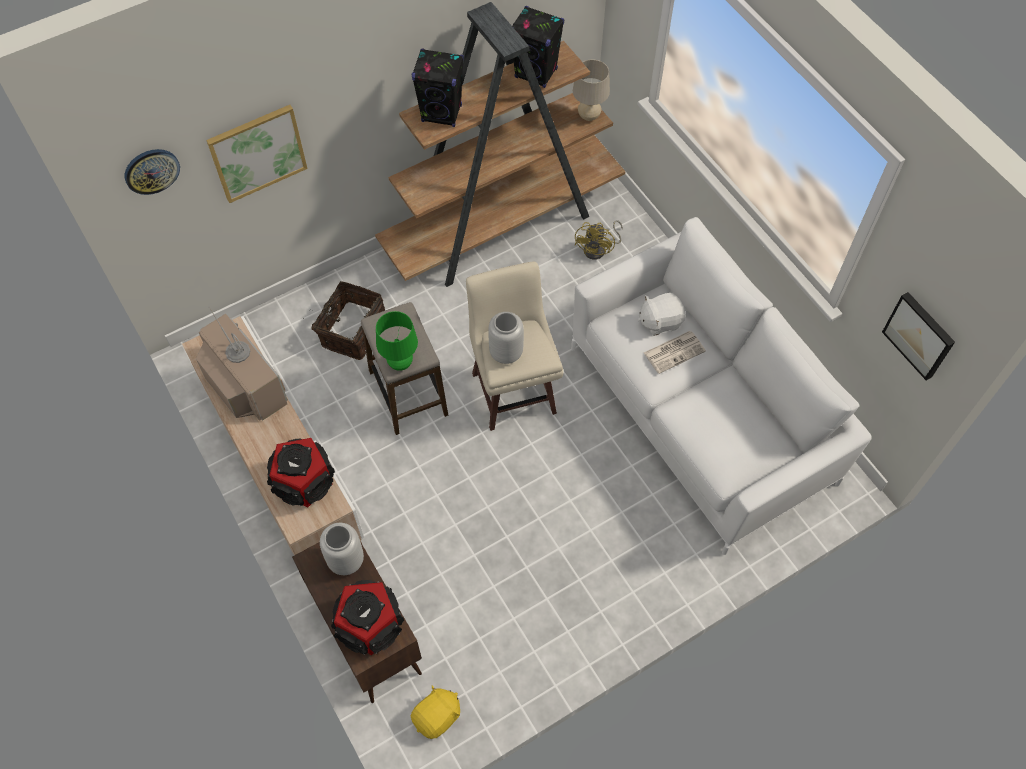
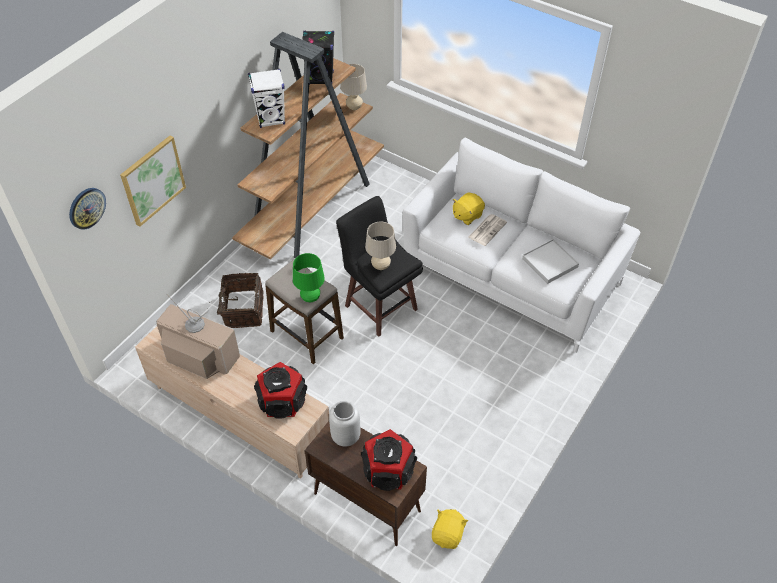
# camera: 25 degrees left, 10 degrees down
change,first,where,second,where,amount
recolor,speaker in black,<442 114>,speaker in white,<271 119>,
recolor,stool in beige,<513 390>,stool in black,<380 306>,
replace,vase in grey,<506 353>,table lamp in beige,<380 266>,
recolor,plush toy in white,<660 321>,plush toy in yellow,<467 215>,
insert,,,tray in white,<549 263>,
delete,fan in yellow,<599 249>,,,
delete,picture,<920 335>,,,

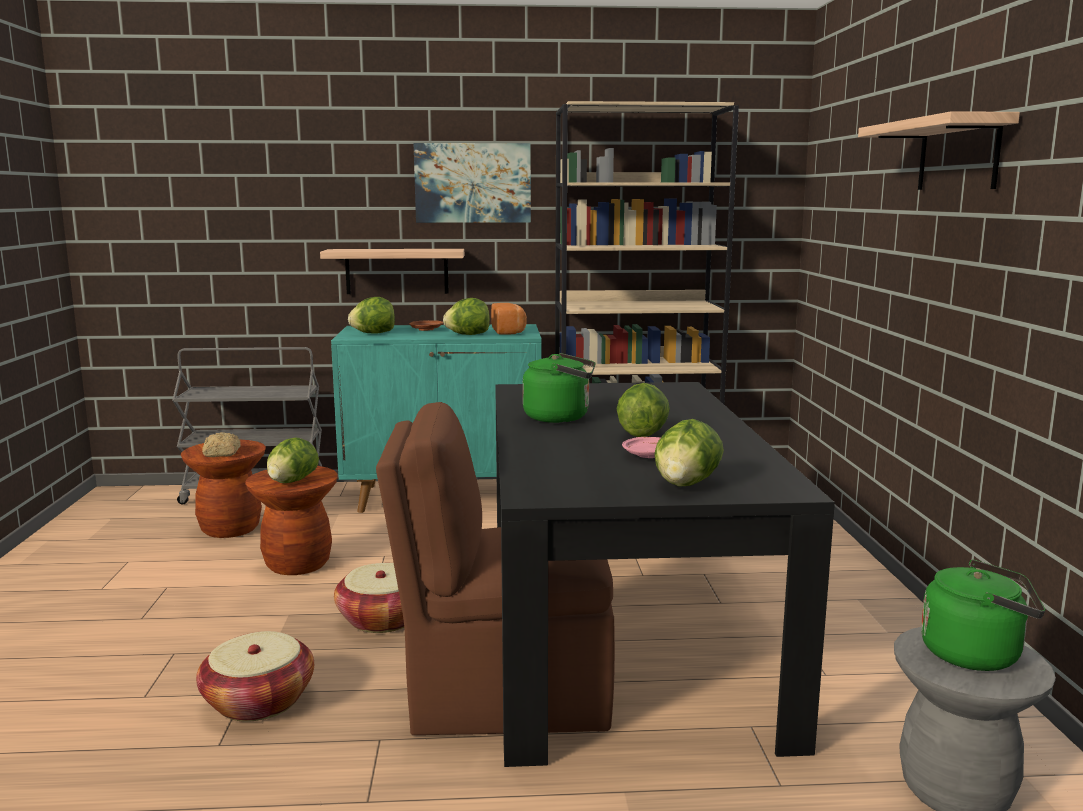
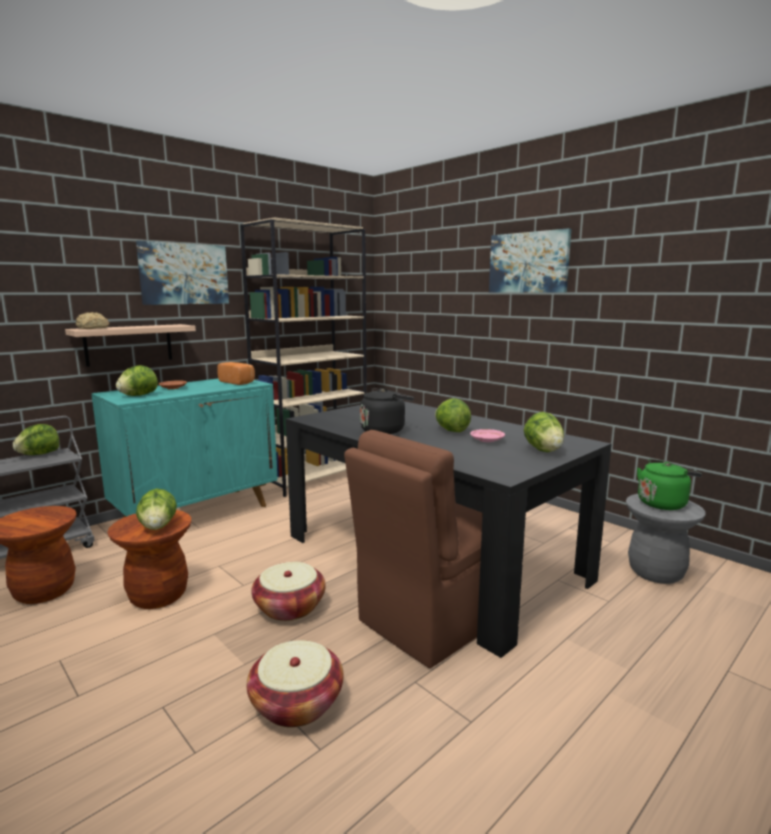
# camera: 40 degrees left, 0 degrees up
change,first,where,second,where,amount
move,lettuce,<468 334>,,<39 454>,
move,bread,<221 453>,,<92 328>,
recolor,kettle in green,<561 417>,kettle in black,<385 430>,
replace,shelf,<958 155>,picture,<528 262>,

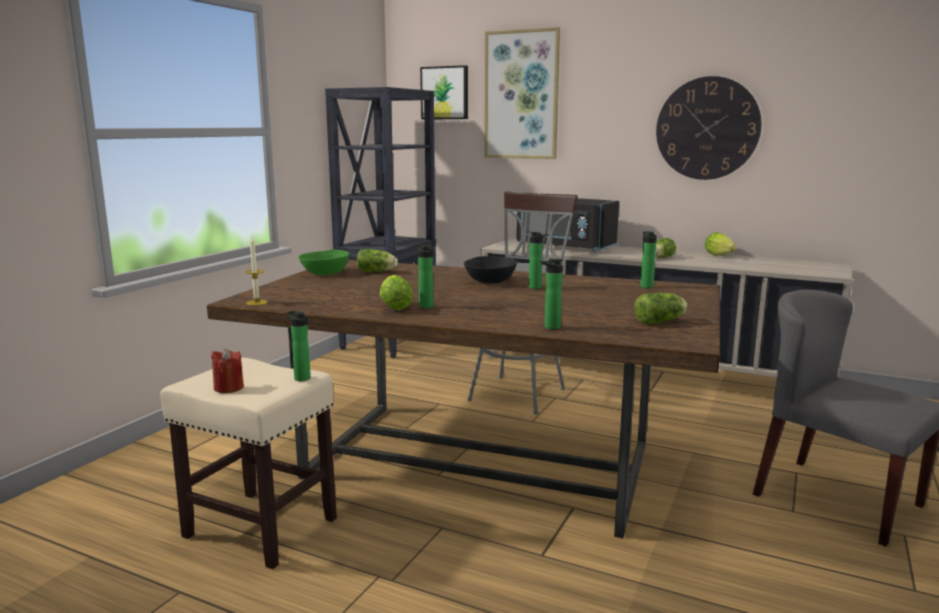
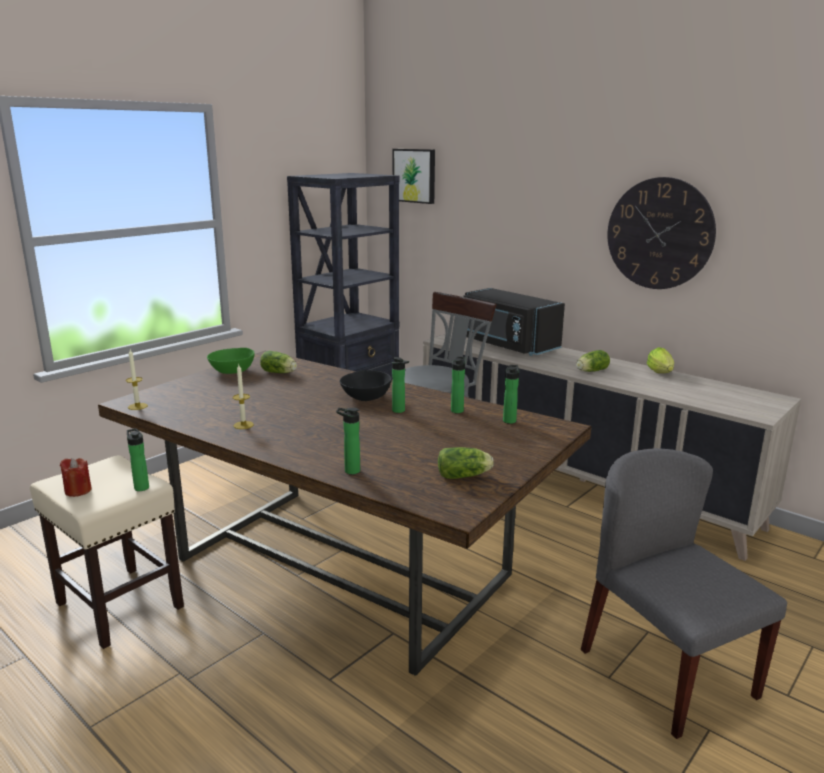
# camera: 15 degrees right, 5 degrees up
change,first,where,second,where,amount
replace,lettuce,<394 307>,candle,<243 425>,
move,bottle,<426 306>,,<457 410>,
delete,picture,<521 95>,,,

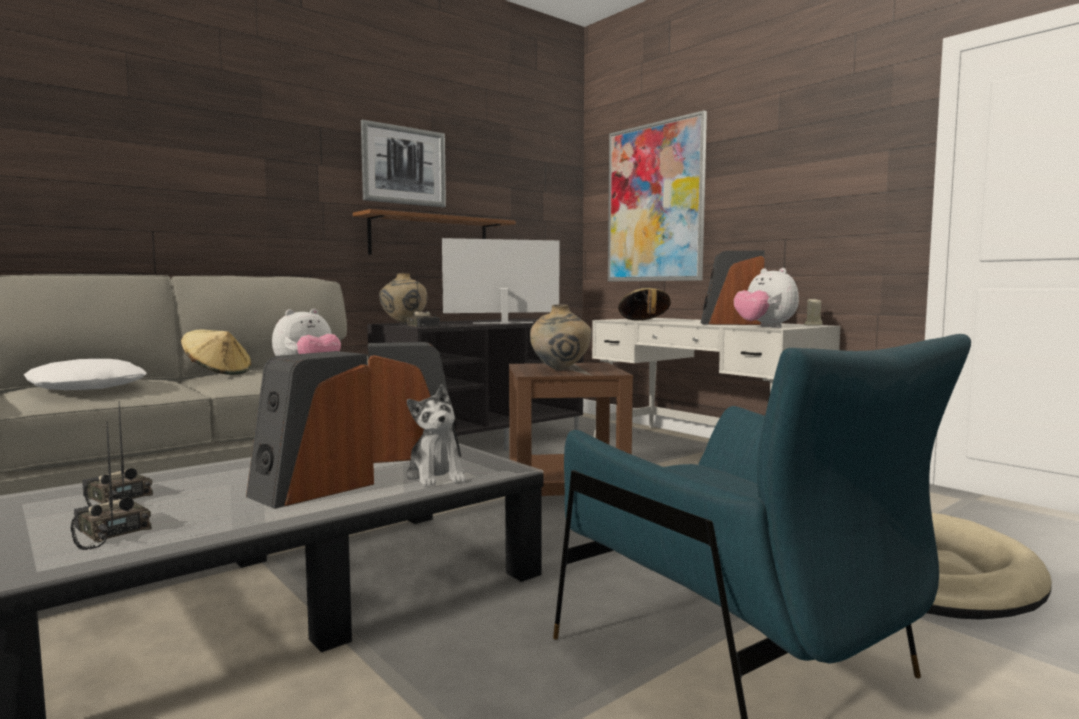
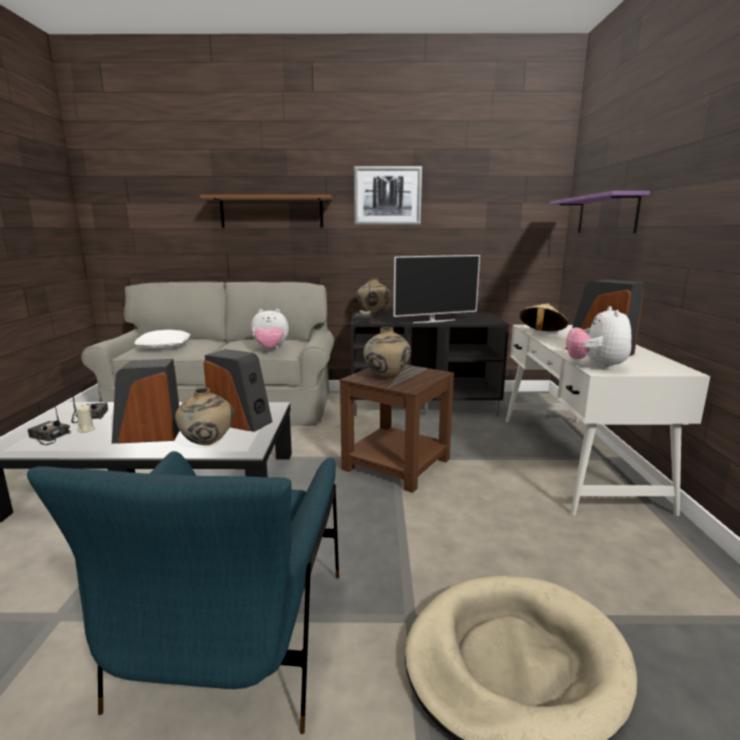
# camera: 40 degrees right, 10 degrees up
change,first,where,second,where,amount
rotate,radio,<107 532>,,<48 437>,60 degrees counterclockwise
move,candle in beige,<813 325>,,<86 429>,
replace,plush toy,<436 476>,vase in beige,<208 444>,
move,shelf in brown,<430 237>,,<271 211>,
rotate,television,<503 323>,,<434 321>,135 degrees clockwise
replace,picture,<654 203>,shelf in purple,<606 215>,
delete,hat in beige,<218 373>,,,

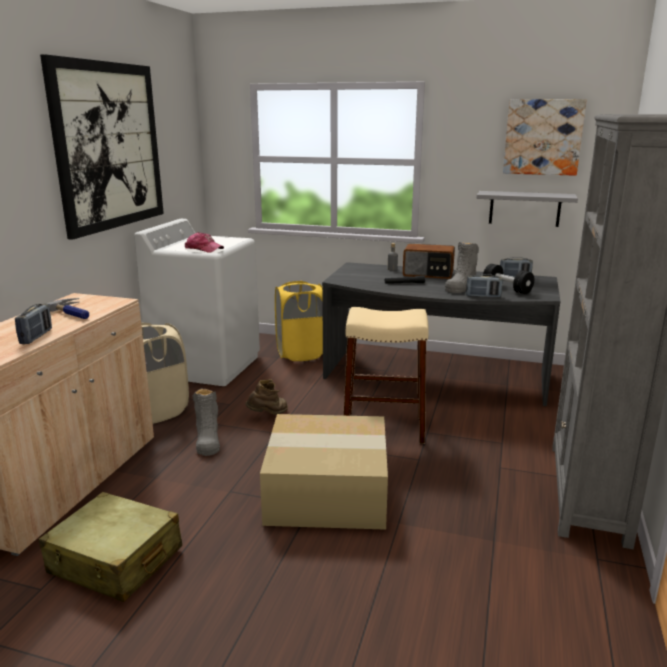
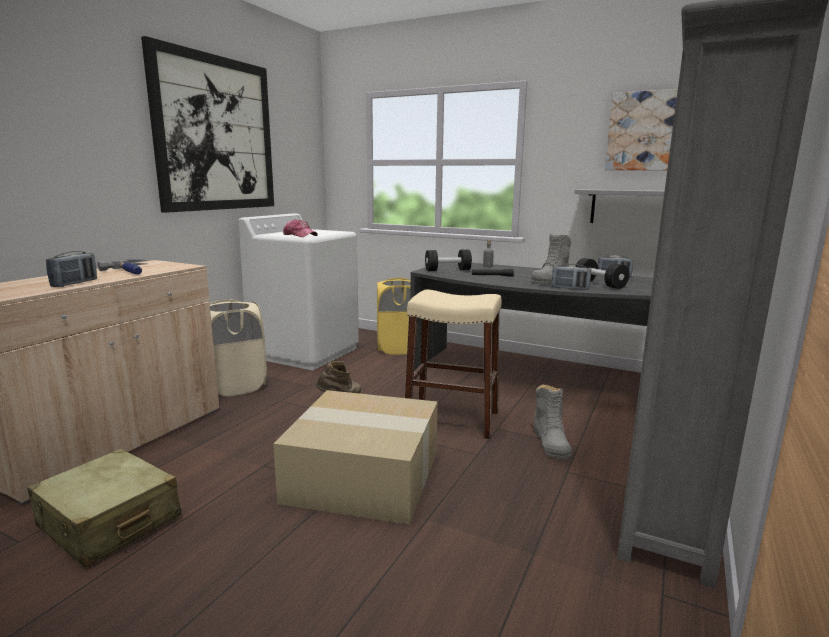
# camera: 10 degrees right, 5 degrees down
change,first,where,second,where,amount
insert,,,dumbbell in black,<447 270>,
move,boot in grey,<207 440>,,<550 442>,
delete,radio,<428 274>,,,

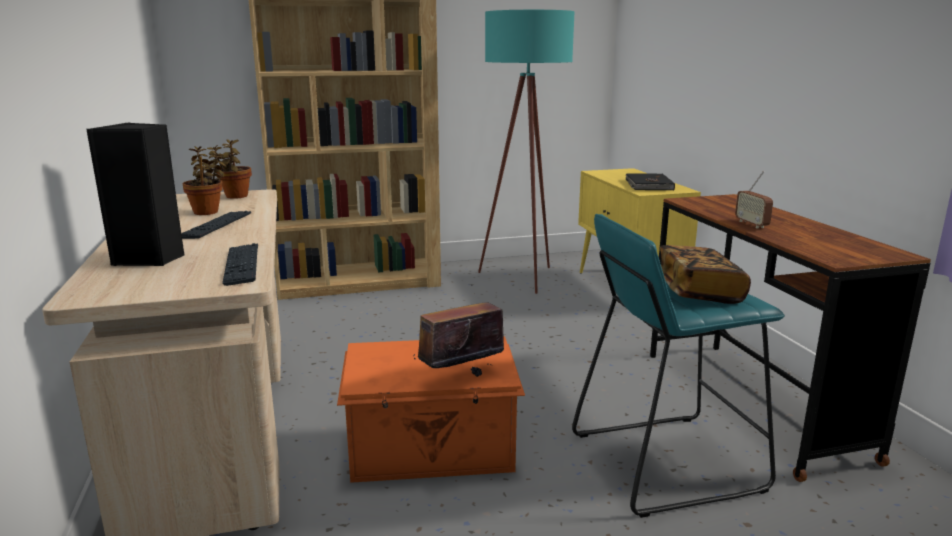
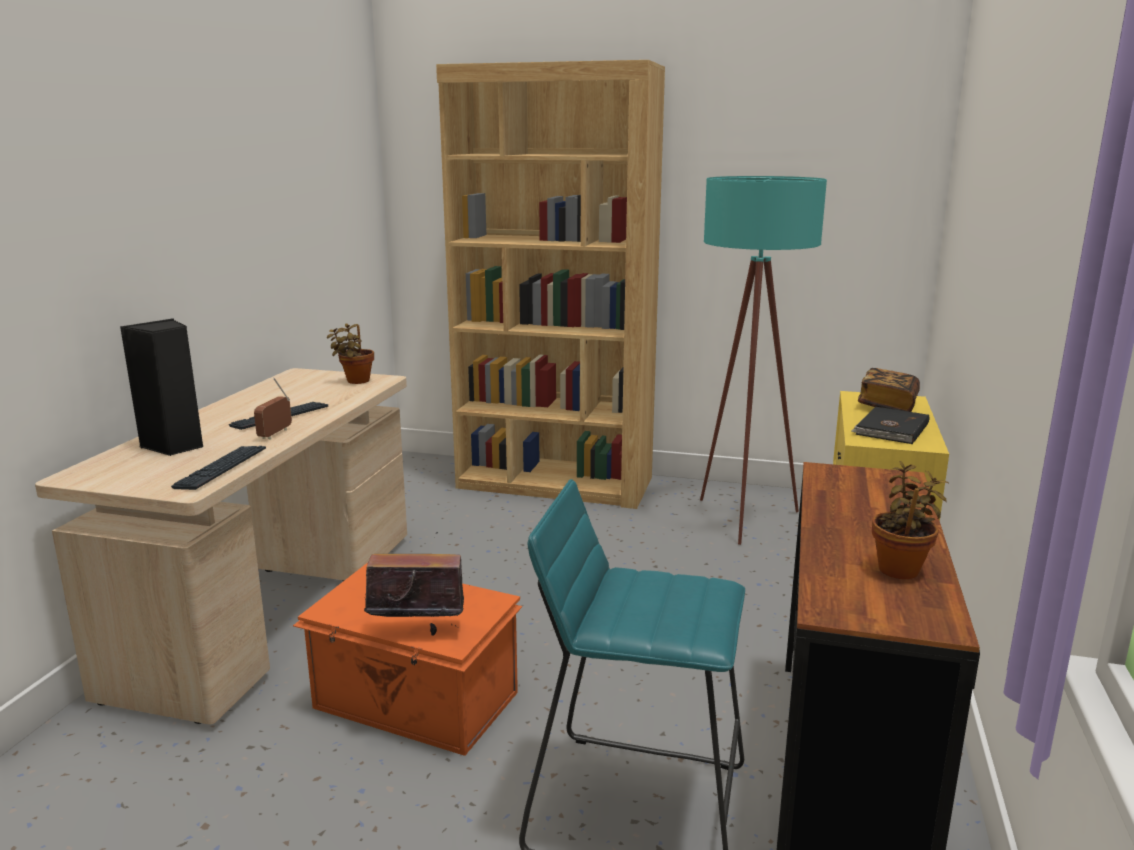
# camera: 30 degrees right, 0 degrees up
change,first,where,second,where,amount
move,radio,<751 224>,,<275 434>,
move,book,<698 292>,,<887 405>,
move,potted plant,<208 211>,,<901 568>,

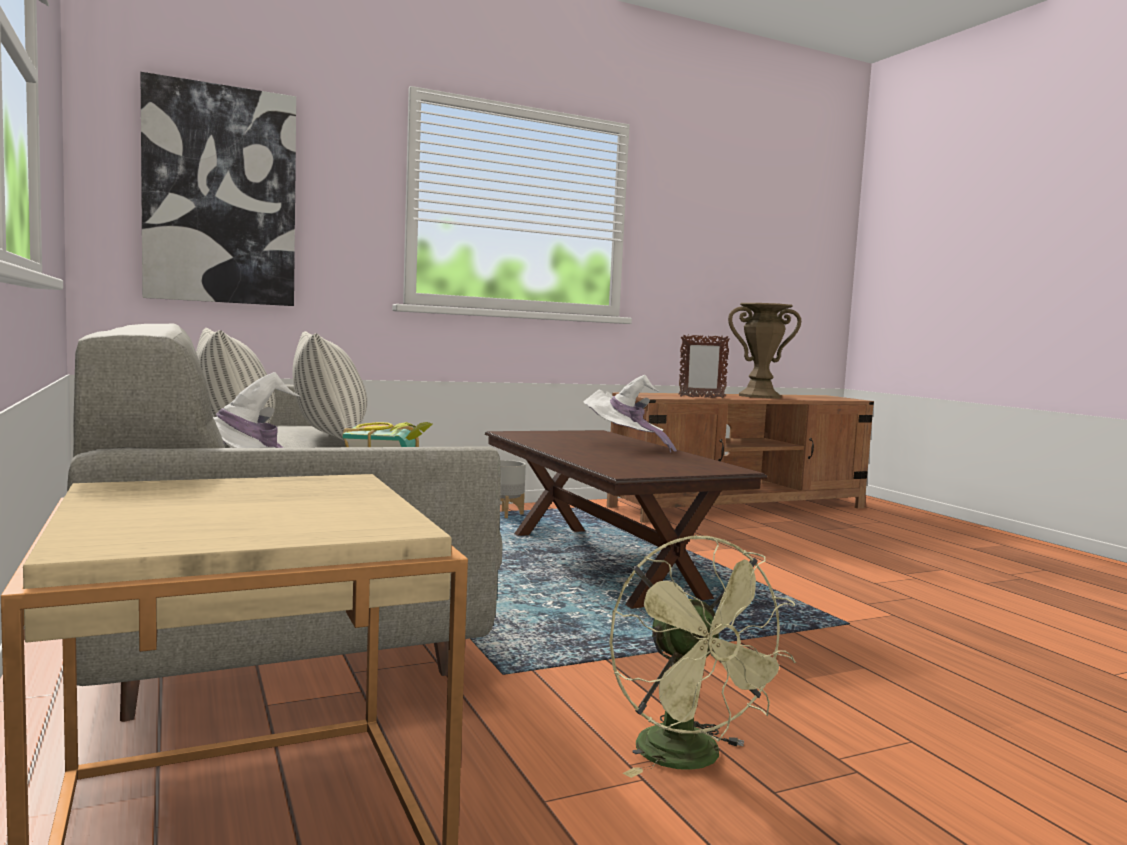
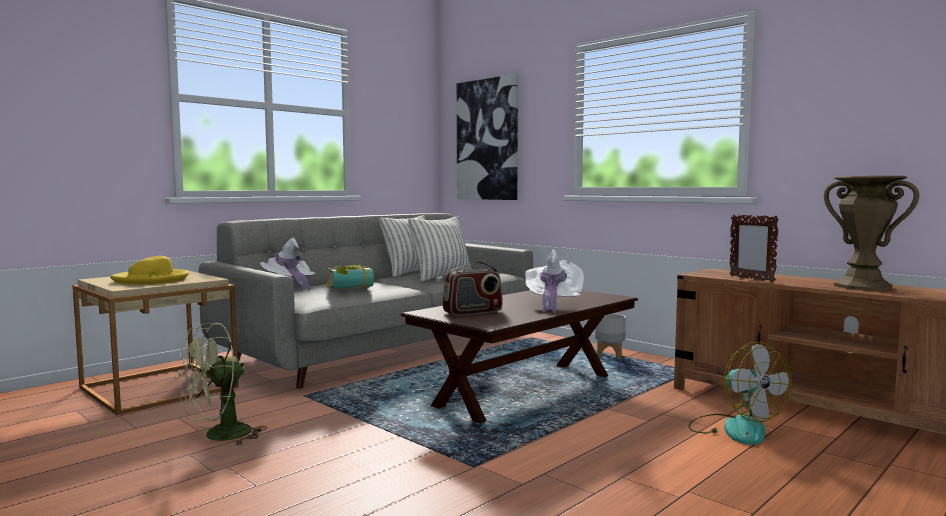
# camera: 70 degrees right, 0 degrees up
change,first,where,second,where,amount
insert,,,hat in yellow,<152 280>,
insert,,,radio,<473 312>,
insert,,,fan,<734 428>,

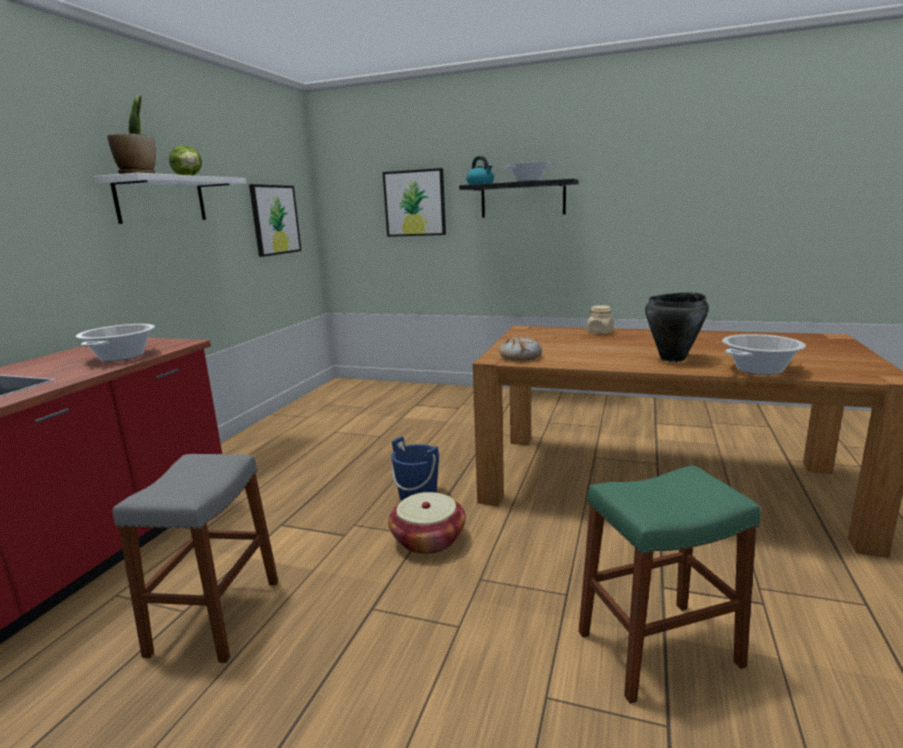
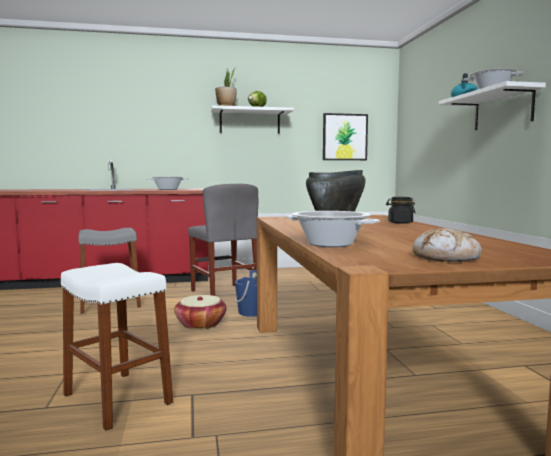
# camera: 60 degrees right, 10 degrees down
change,first,where,second,where,amount
recolor,stool in green,<658 649>,stool in white,<117 399>,
insert,,,chair in grey,<224 294>,
recolor,jar in beige,<600 332>,jar in black,<400 222>,
move,bread,<520 356>,,<446 257>,
recolor,shelf in black,<522 199>,shelf in white,<502 109>,
delete,picture,<415 203>,,,

